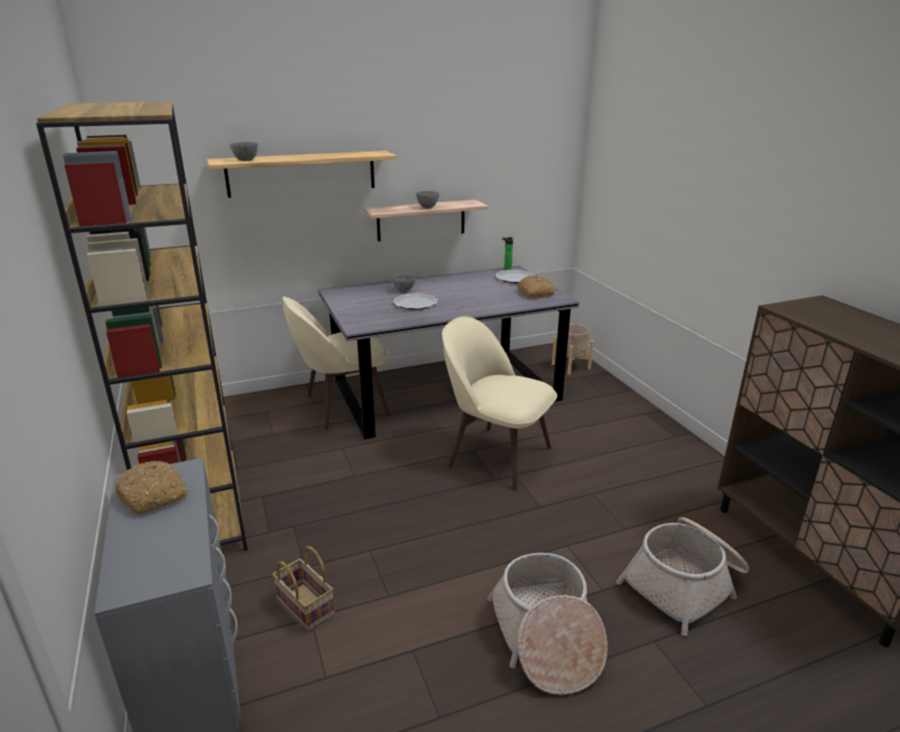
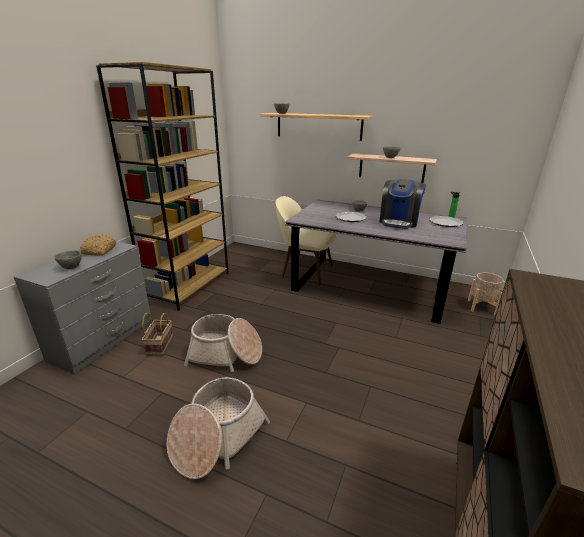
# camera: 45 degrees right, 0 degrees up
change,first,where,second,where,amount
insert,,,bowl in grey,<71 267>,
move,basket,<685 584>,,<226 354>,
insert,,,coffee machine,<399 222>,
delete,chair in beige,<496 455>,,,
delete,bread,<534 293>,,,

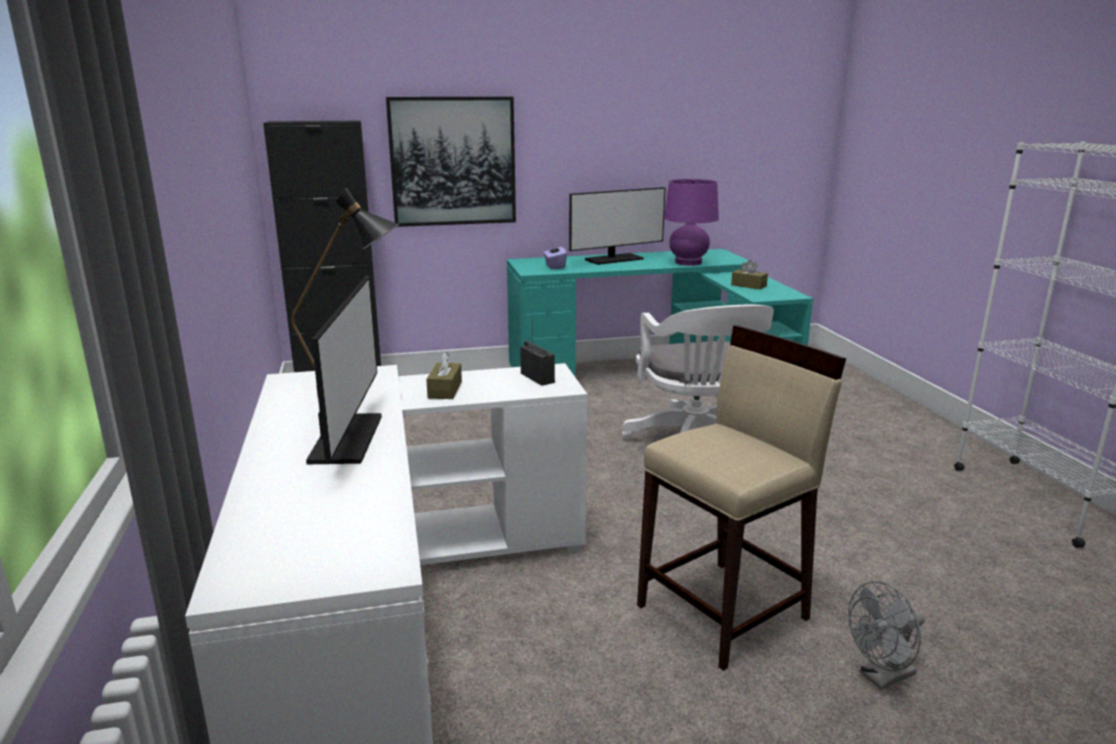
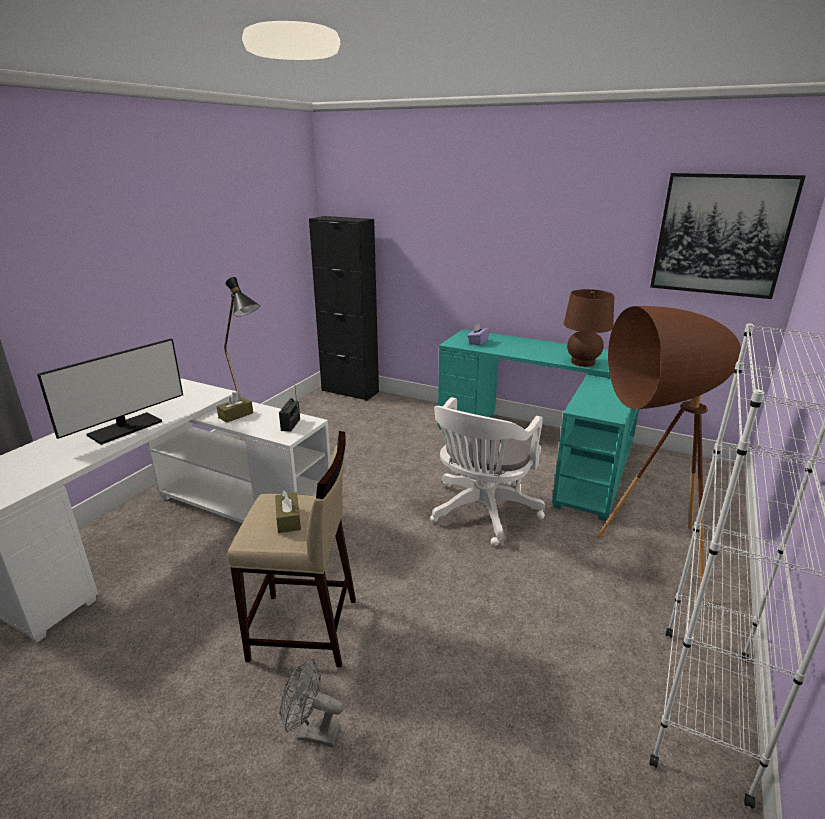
# camera: 40 degrees right, 5 degrees up
change,first,where,second,where,amount
move,tissue box in brown,<748 285>,,<288 519>,
recolor,table lamp in purple,<688 262>,table lamp in brown,<583 362>,
insert,,,floor lamp in brown,<639 555>,
move,picture,<453 161>,,<721 235>,
delete,monitor,<614 259>,,,

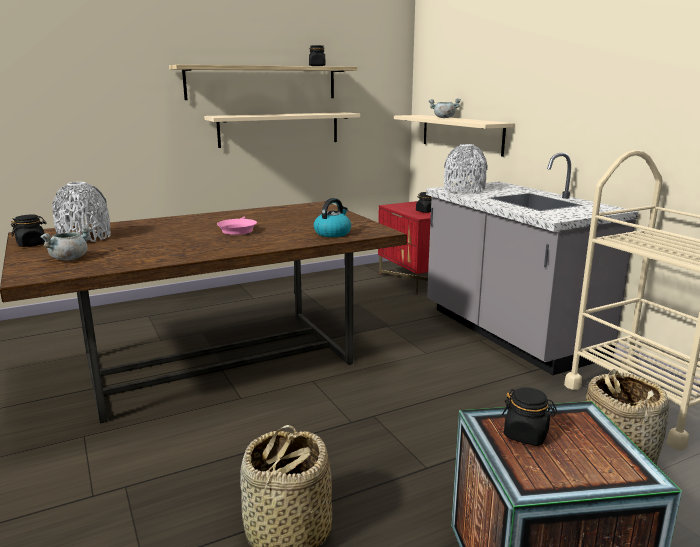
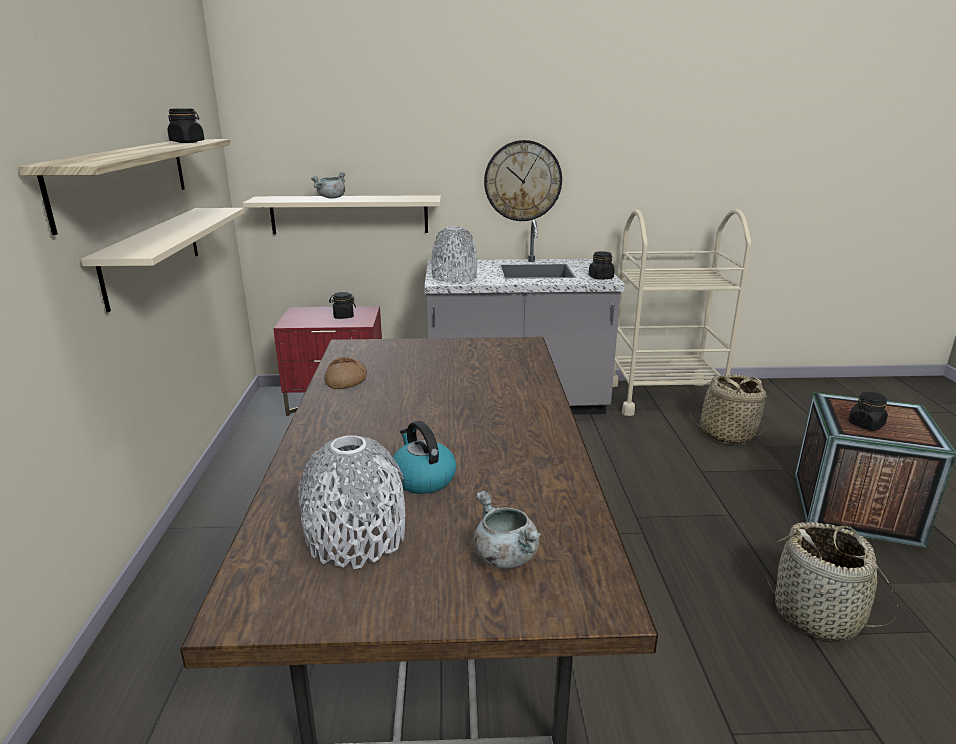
# camera: 65 degrees left, 5 degrees up
change,first,where,second,where,amount
insert,,,bread,<346 381>,
move,kettle,<332 233>,,<422 479>,
insert,,,wall clock,<522 181>,
move,jar in black,<31 244>,,<600 277>,
delete,frying pan in pink,<237 230>,,,

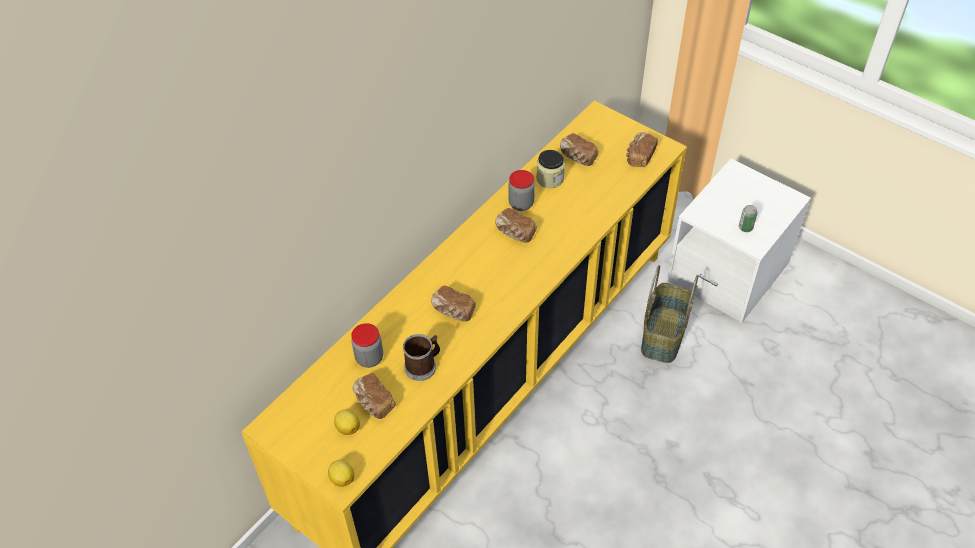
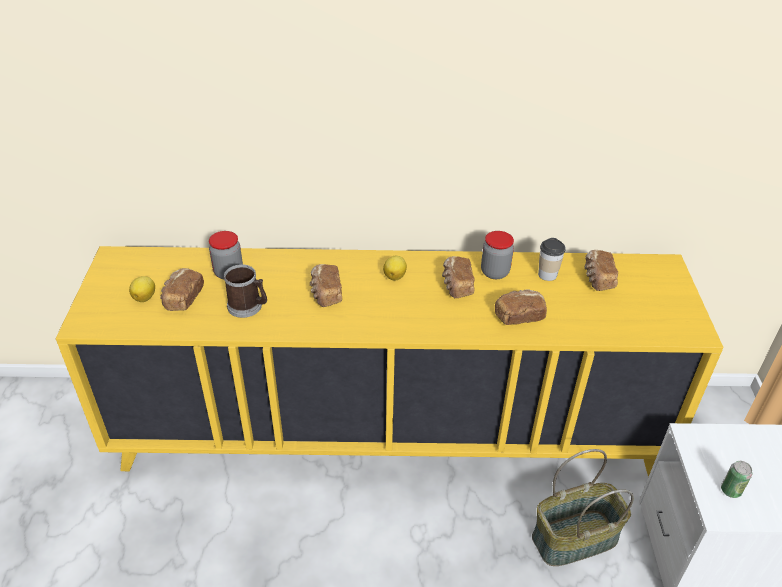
# camera: 50 degrees right, 10 degrees down
change,first,where,second,where,amount
move,lemon,<342 478>,,<395 276>,
move,bread,<639 156>,,<518 316>,
replace,jar,<550 179>,cup,<547 275>,

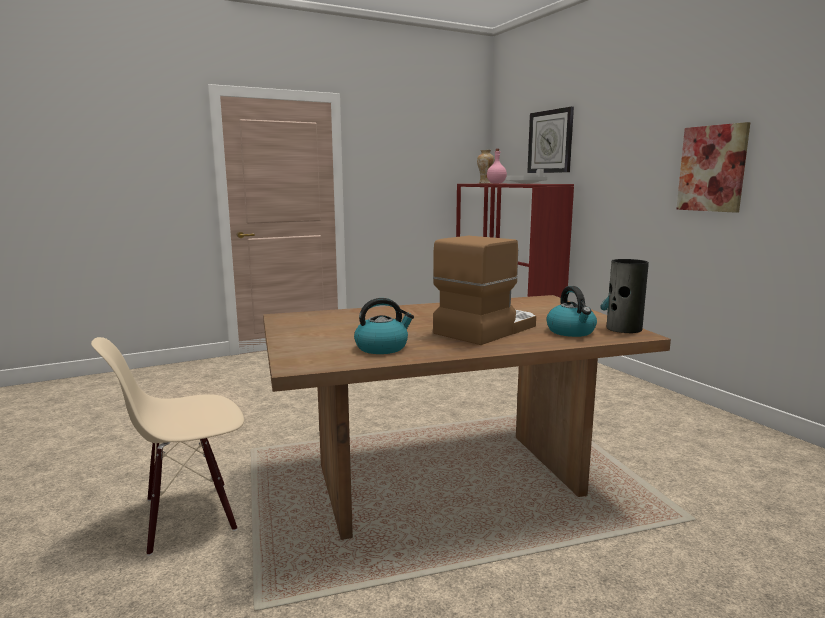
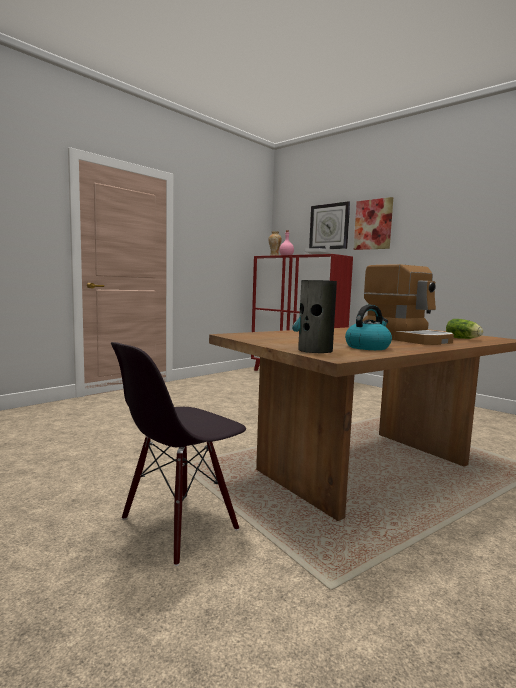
# camera: 20 degrees left, 5 degrees down
change,first,where,second,where,amount
recolor,chair in beige,<189 515>,chair in black,<179 525>,
move,vase,<623 328>,,<315 350>,
move,picture,<712 168>,,<373 224>,
rotate,coffee machine,<485 329>,,<406 338>,120 degrees clockwise
replace,kettle,<571 332>,lettuce,<463 338>,

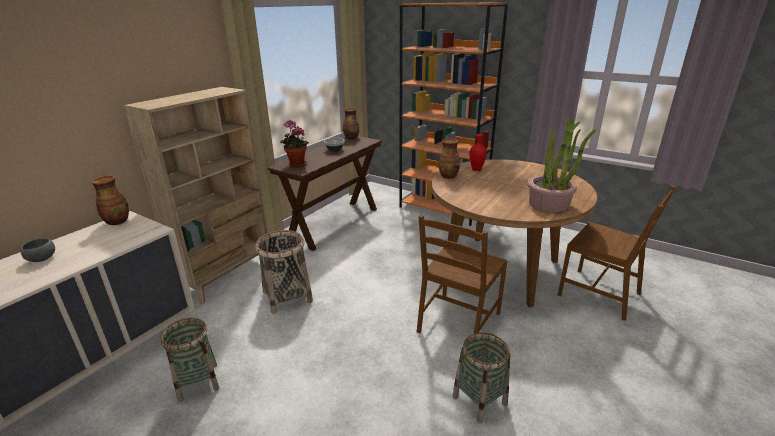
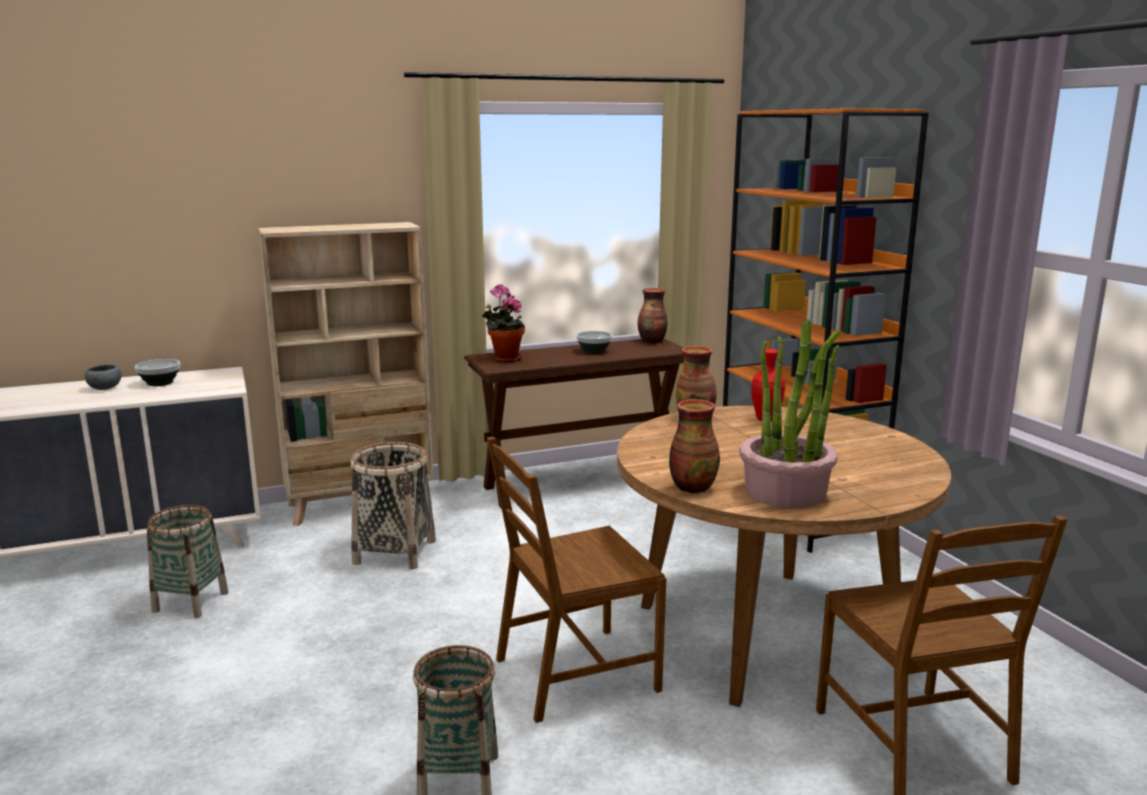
# camera: 35 degrees right, 10 degrees down
change,first,where,second,where,amount
insert,,,bowl,<159 383>,
move,vase,<117 221>,,<692 487>,

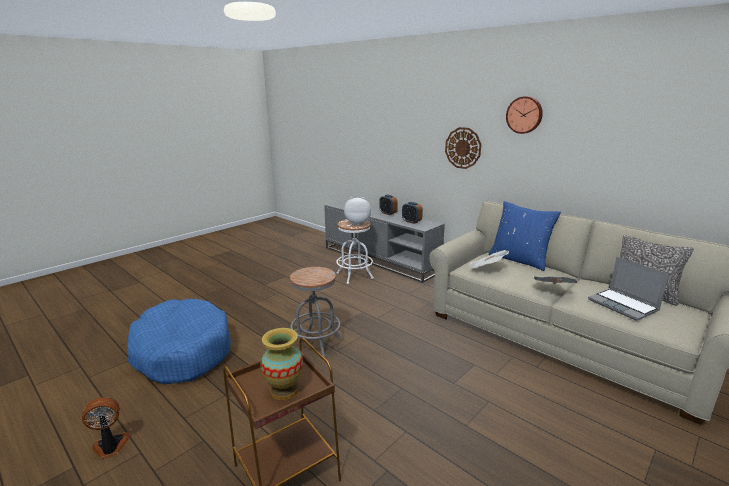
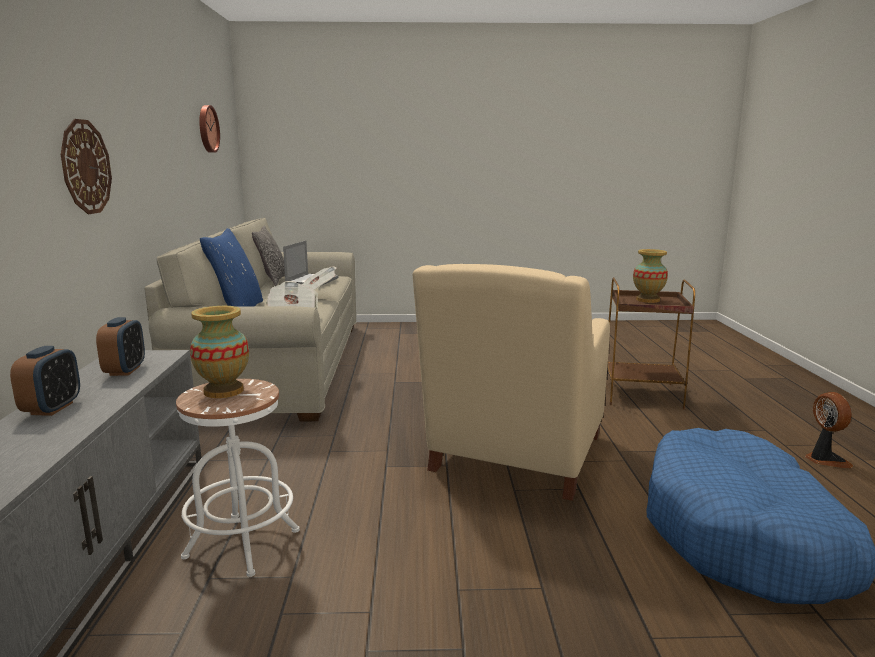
# camera: 135 degrees left, 5 degrees down
change,first,where,second,where,amount
replace,plush toy,<357 223>,vase,<224 391>,
move,wall clock,<524 115>,,<207 129>,
replace,stool in grey,<316 343>,armchair in beige,<514 457>,
rotate,fan,<110 447>,,<824 460>,120 degrees counterclockwise

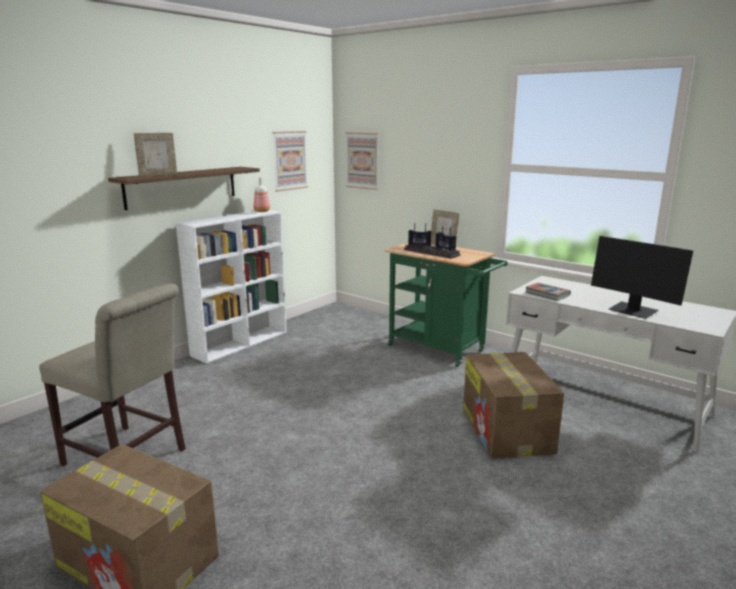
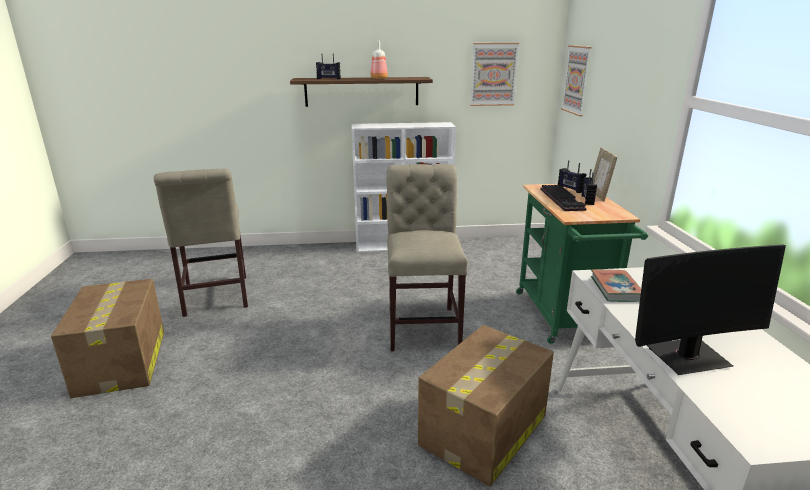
# camera: 45 degrees right, 5 degrees up
change,first,where,second,where,amount
replace,picture frame,<158 175>,radio,<328 79>,
move,bottle,<261 211>,,<378 78>,
insert,,,chair in beige,<423 324>,
rotate,monitor,<633 311>,,<688 357>,105 degrees counterclockwise

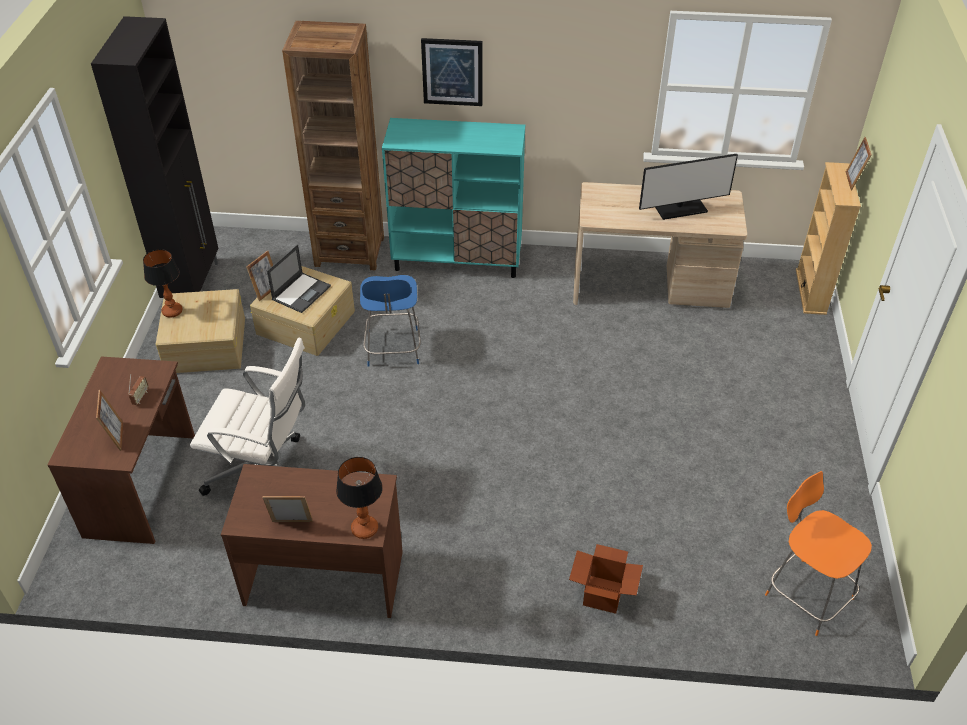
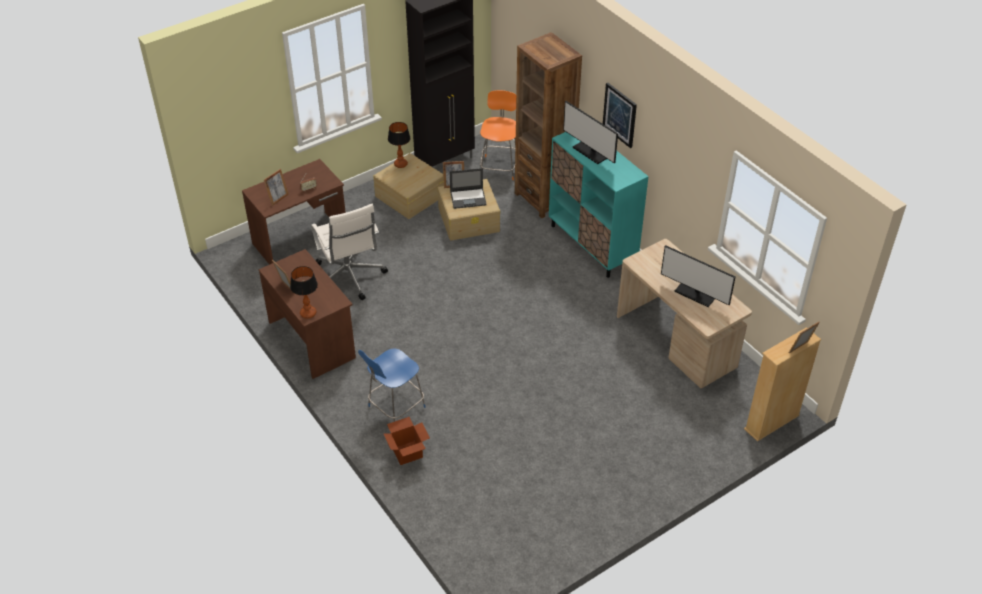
# camera: 50 degrees right, 0 degrees up
change,first,where,second,where,amount
move,chair in blue,<393 349>,,<395 408>,
move,chair in orange,<806 594>,,<499 167>,
insert,,,monitor,<590 152>,

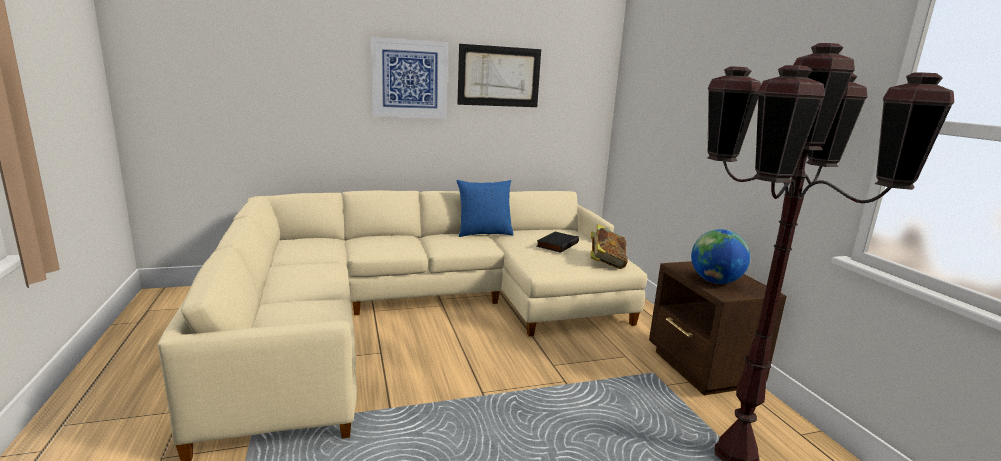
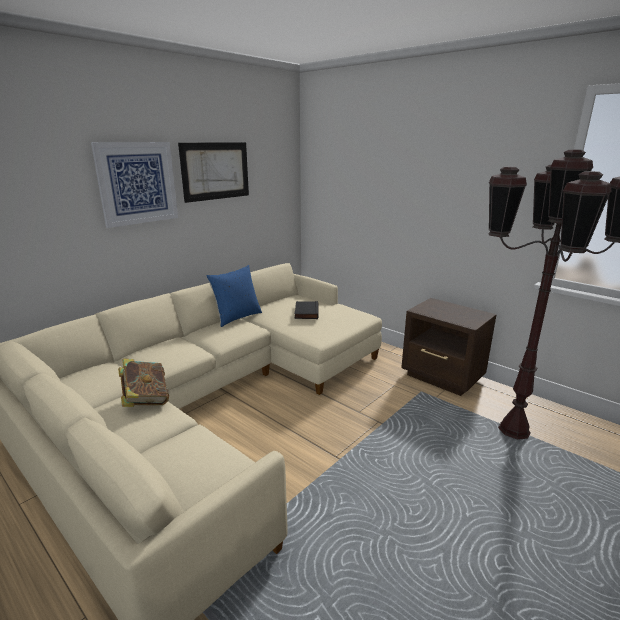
# camera: 30 degrees left, 5 degrees up
change,first,where,second,where,amount
move,book,<606 263>,,<146 400>,
delete,globe,<715 282>,,,

